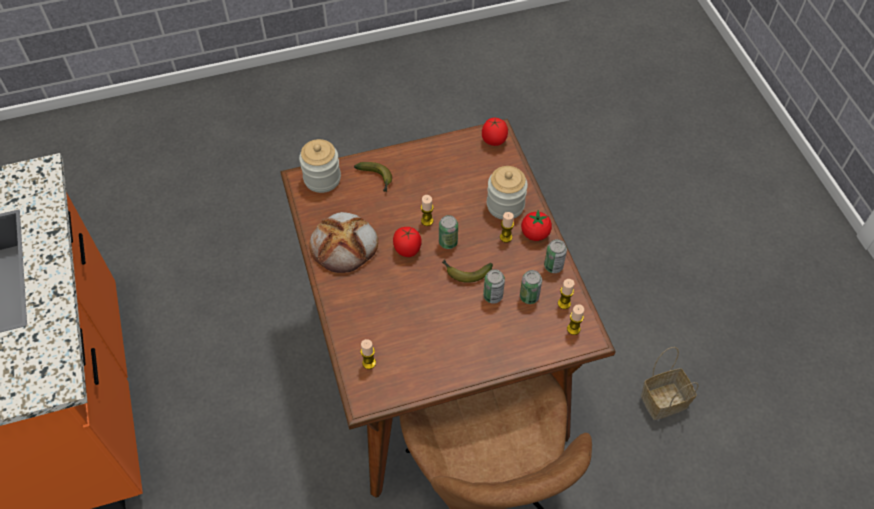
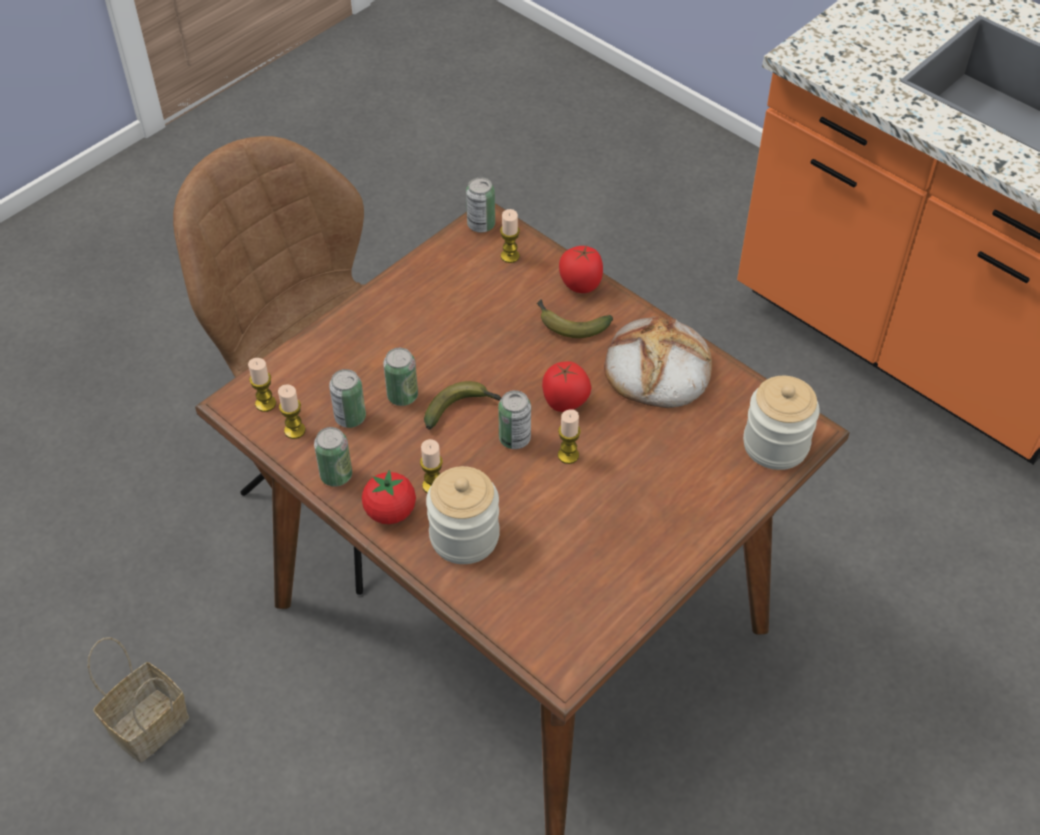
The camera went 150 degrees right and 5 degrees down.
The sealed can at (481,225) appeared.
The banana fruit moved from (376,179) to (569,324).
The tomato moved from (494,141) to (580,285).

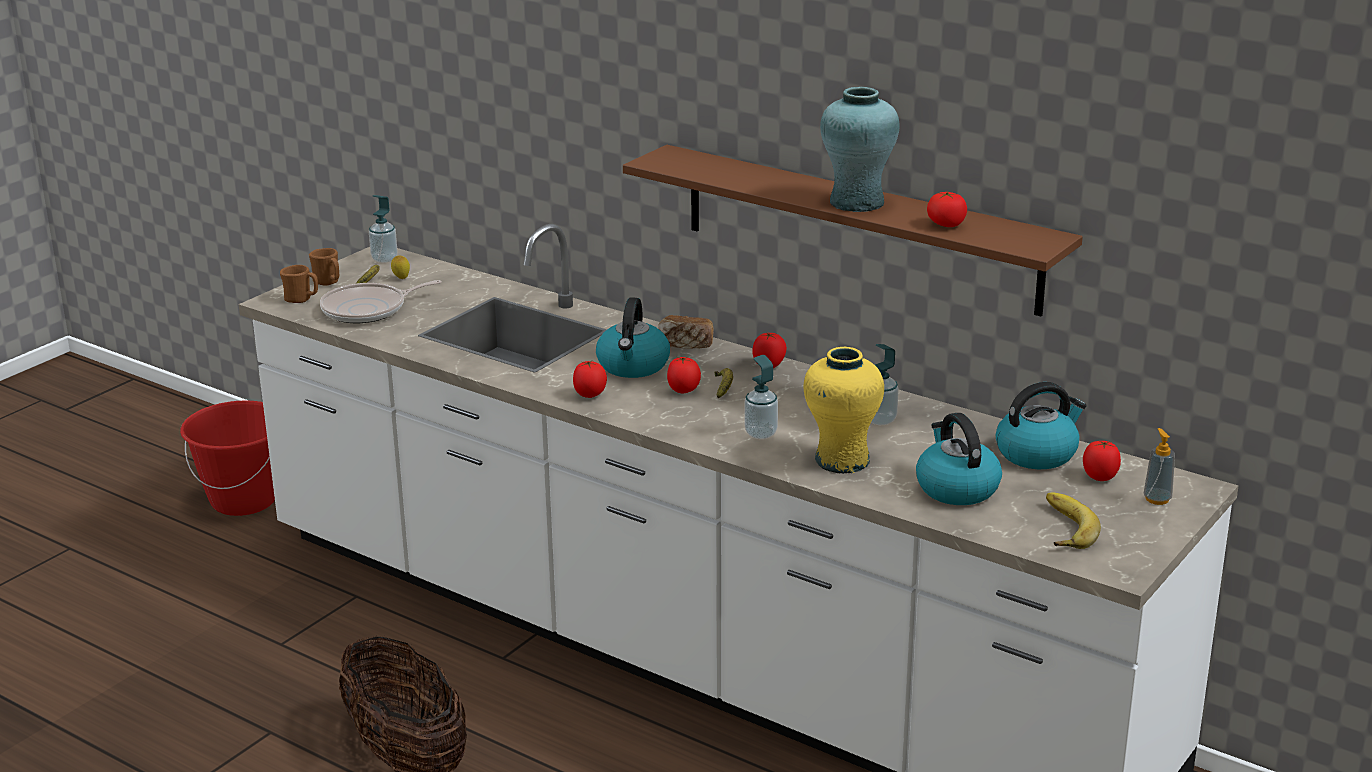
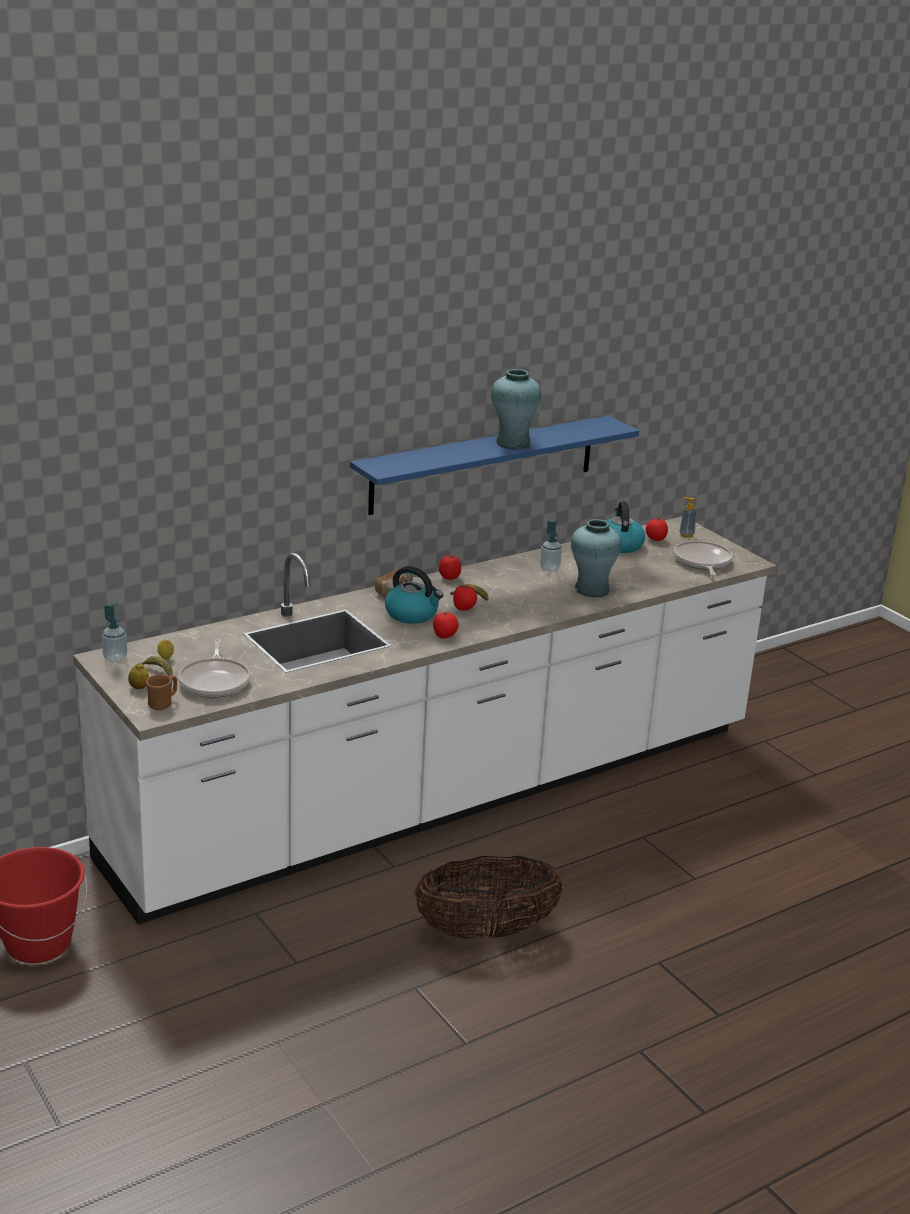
The camera went 70 degrees left and 0 degrees up.
The brown tea mug at (328,282) was replaced by the lemon at (139,687).
The brown wall shelf at (859,228) became the bluish wall shelf at (484,464).
The yellow-coloured decorative vase at (842,460) became the turquoise decorative vase at (592,590).
The banana fruit at (1062,527) was replaced by the frying pan at (702,562).
The soap dispenser at (761,433) disappeared.
The water kettle at (956,488) disappeared.
The tomato at (946,224) disappeared.

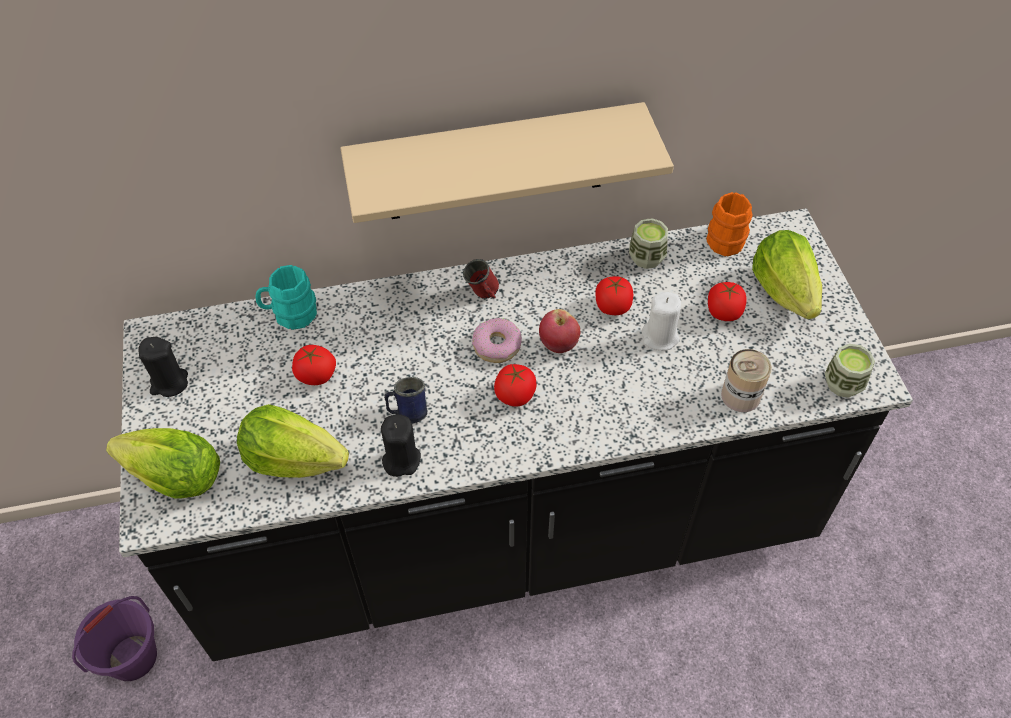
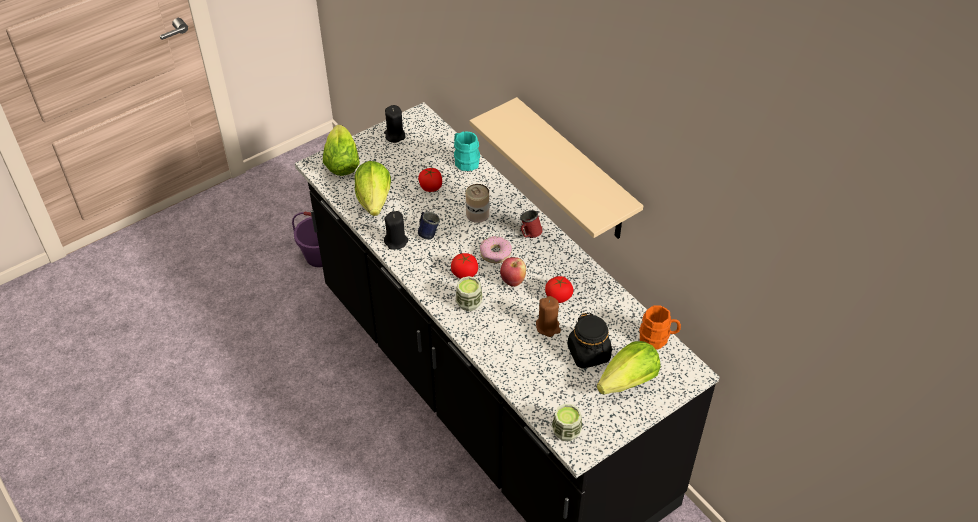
The camera went 65 degrees right and 5 degrees down.
The drinking cup moved from (646,257) to (469,303).
The sealed can moved from (740,396) to (477,214).
The white-coloured wax light at (660,337) became the brown wax light at (548,327).
The tomato at (723,312) was replaced by the blackish jar at (589,353).

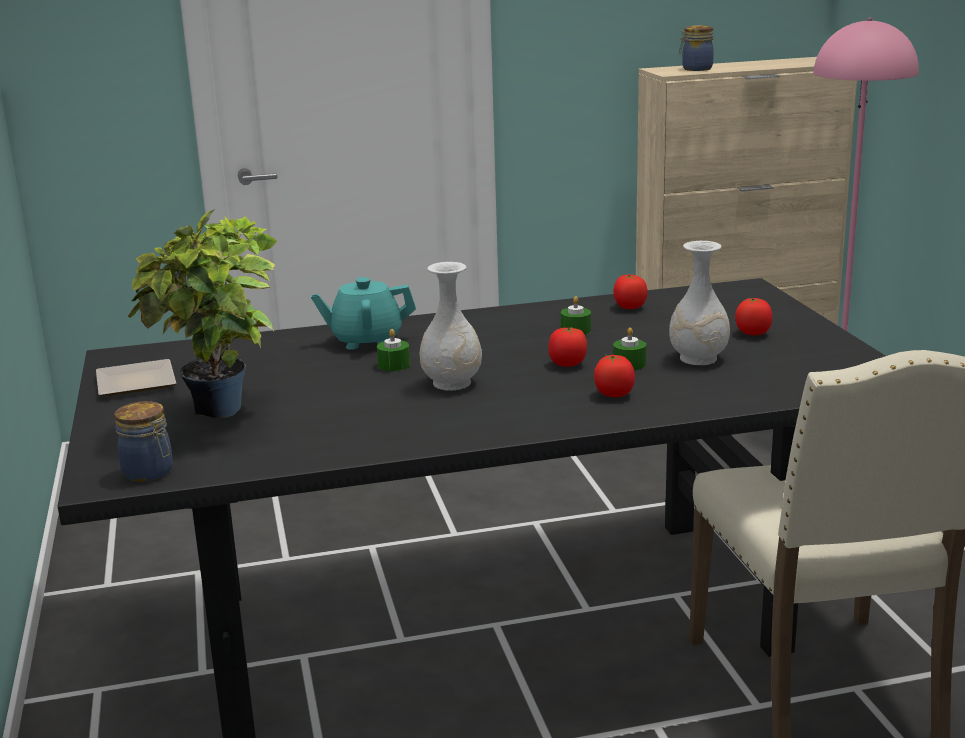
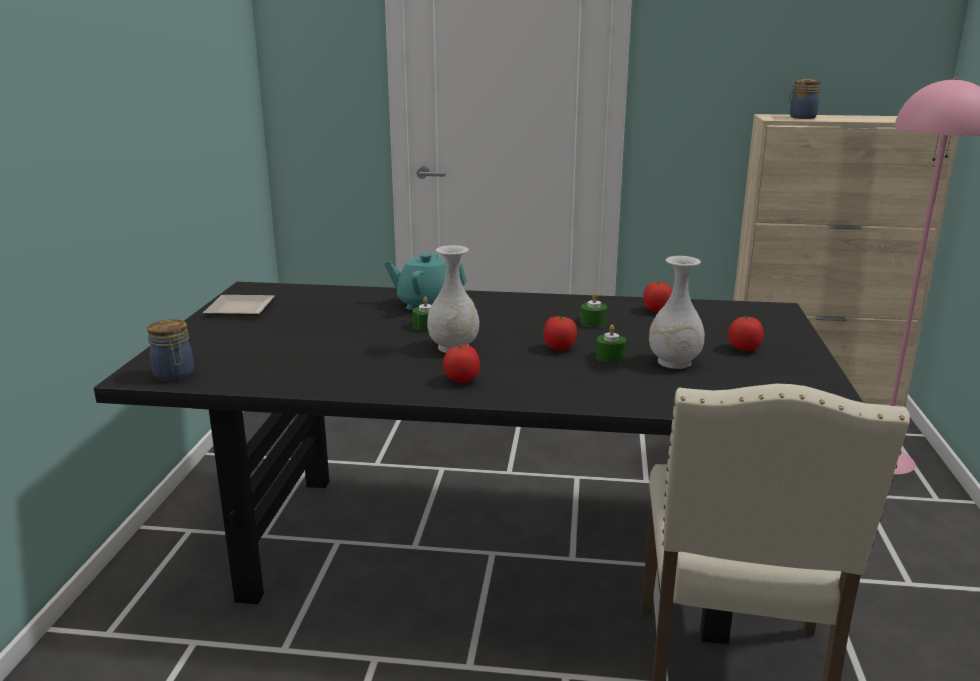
The camera went 20 degrees right and 0 degrees up.
The tomato moved from (613,394) to (462,380).
The potted plant at (224,414) disappeared.

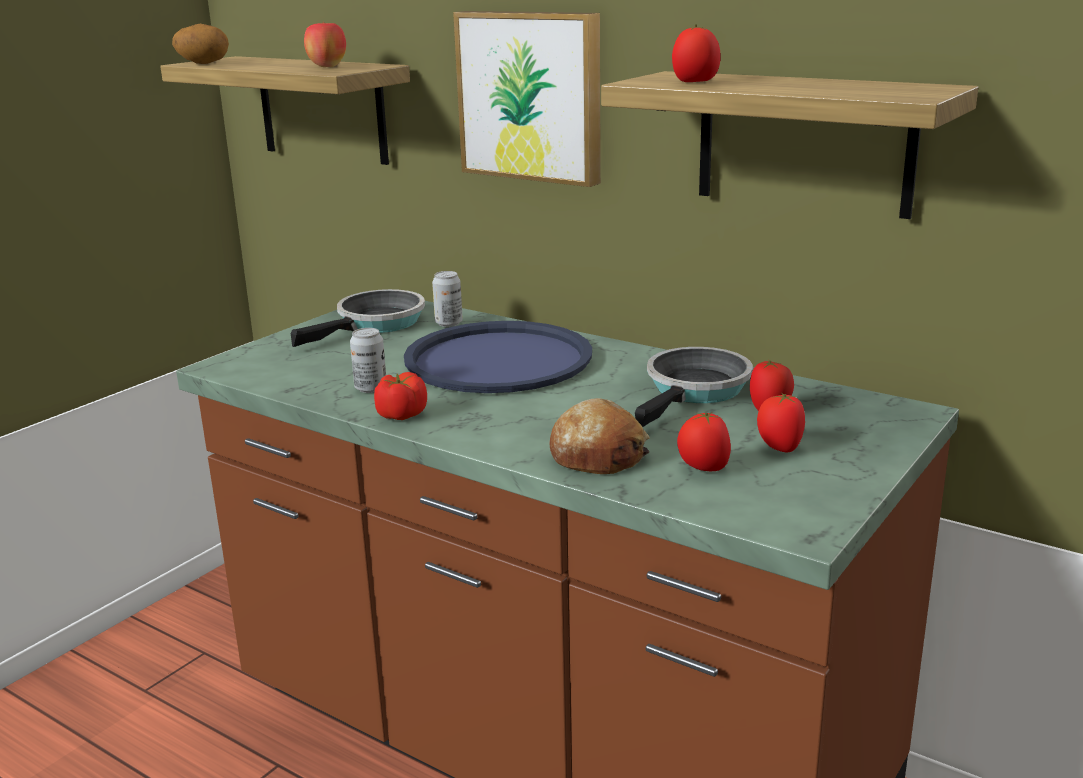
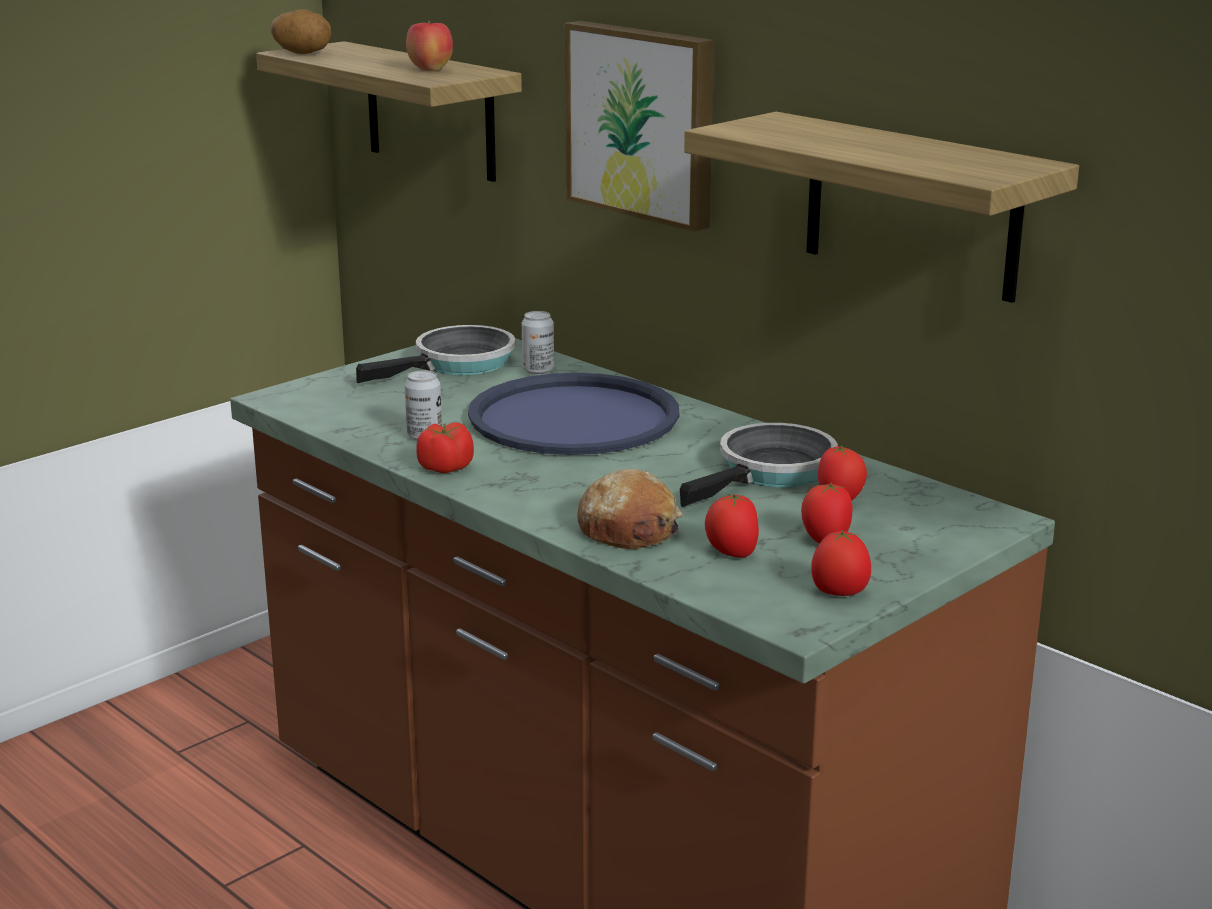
The camera went 10 degrees right and 0 degrees up.
The tomato moved from (695,82) to (839,593).

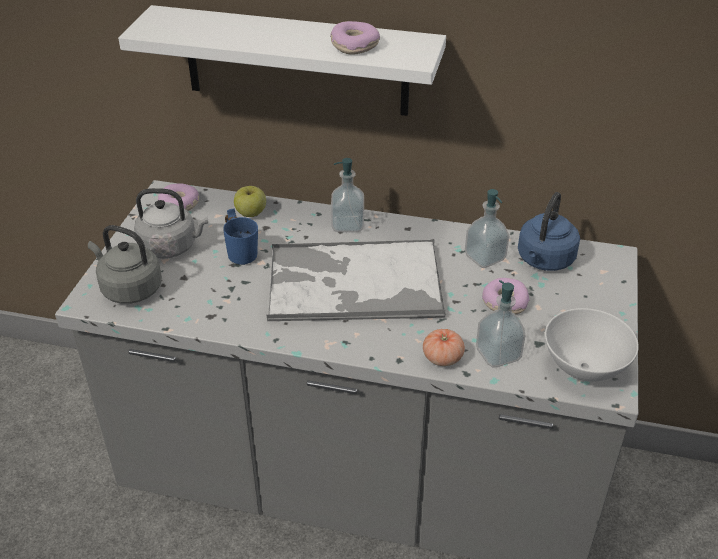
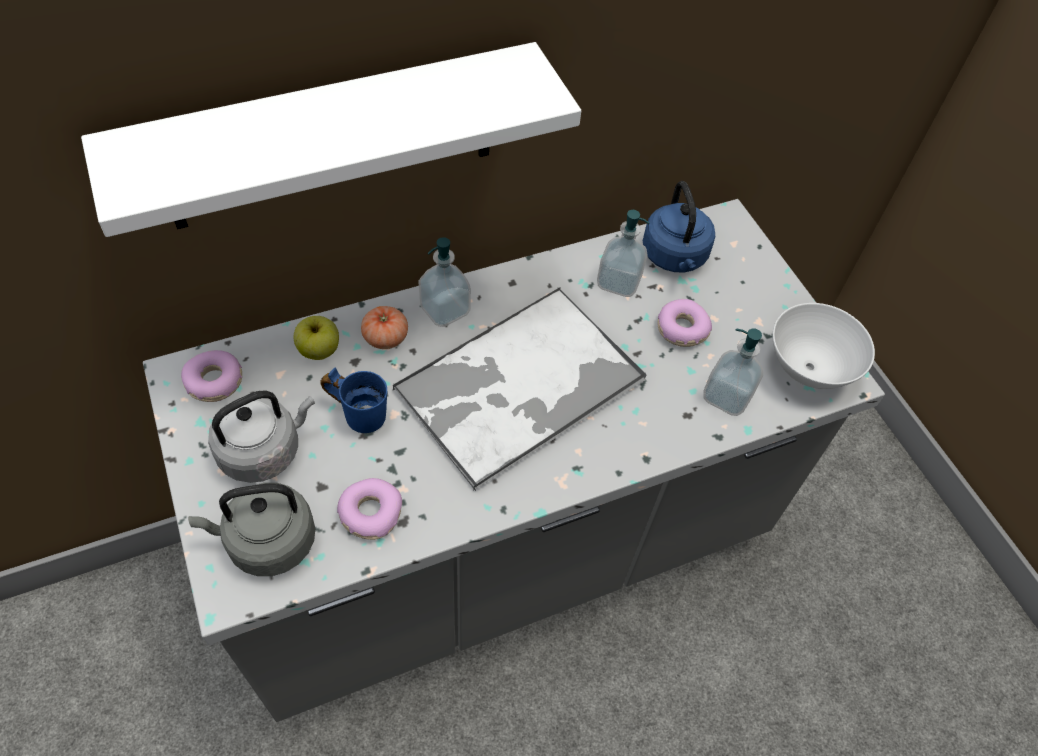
The camera went 40 degrees left and 15 degrees up.
The doughnut moved from (354,45) to (370,513).
The tomato moved from (442,358) to (385,337).

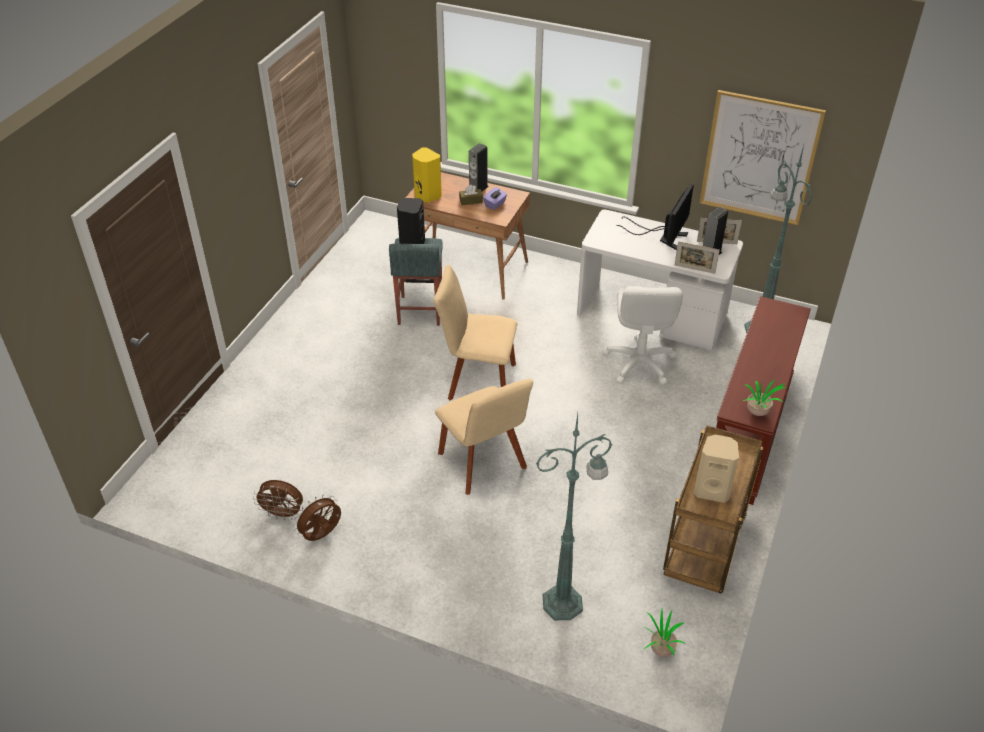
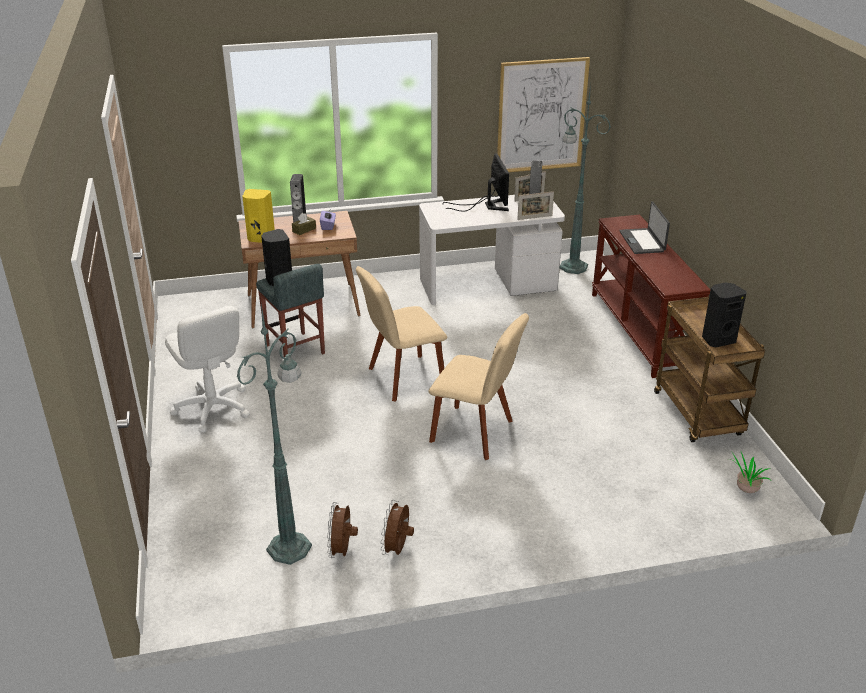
The camera went 35 degrees left and 10 degrees down.
The white-coloured desk chair moved from (639,363) to (212,408).
The green standard lamp moved from (564,602) to (291,546).
The brown cooling fan at (283,514) turned 120 degrees clockwise.
The laptop at (642,241) appeared.
The sand-coloured speaker at (712,490) became the blackish speaker at (717,339).
The potted plant at (759,413) disappeared.

